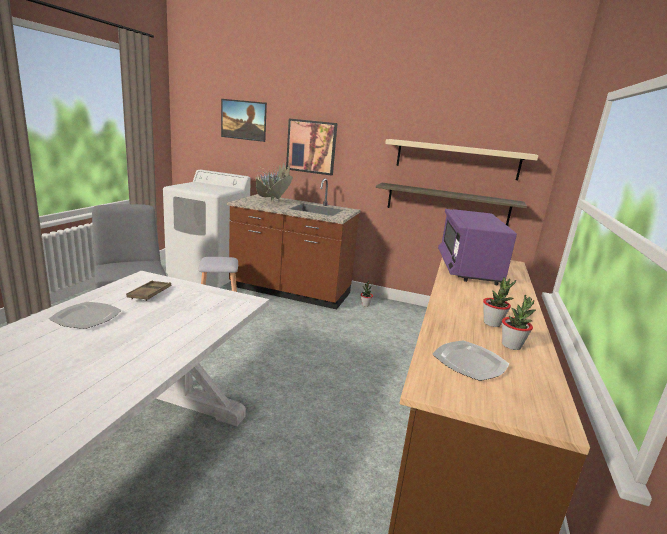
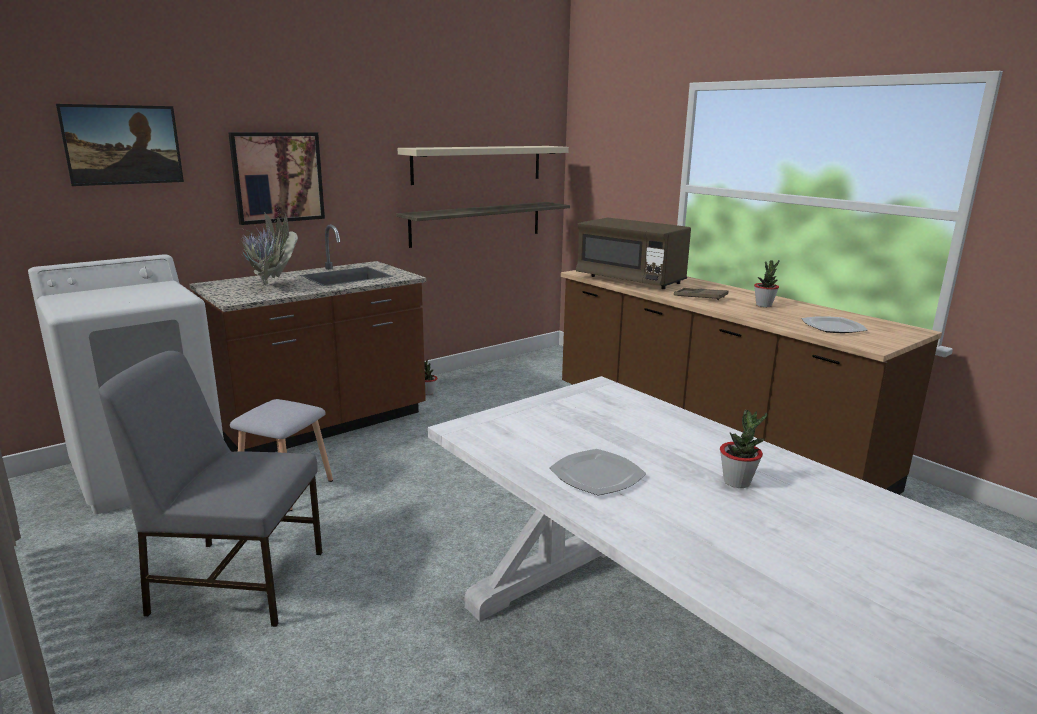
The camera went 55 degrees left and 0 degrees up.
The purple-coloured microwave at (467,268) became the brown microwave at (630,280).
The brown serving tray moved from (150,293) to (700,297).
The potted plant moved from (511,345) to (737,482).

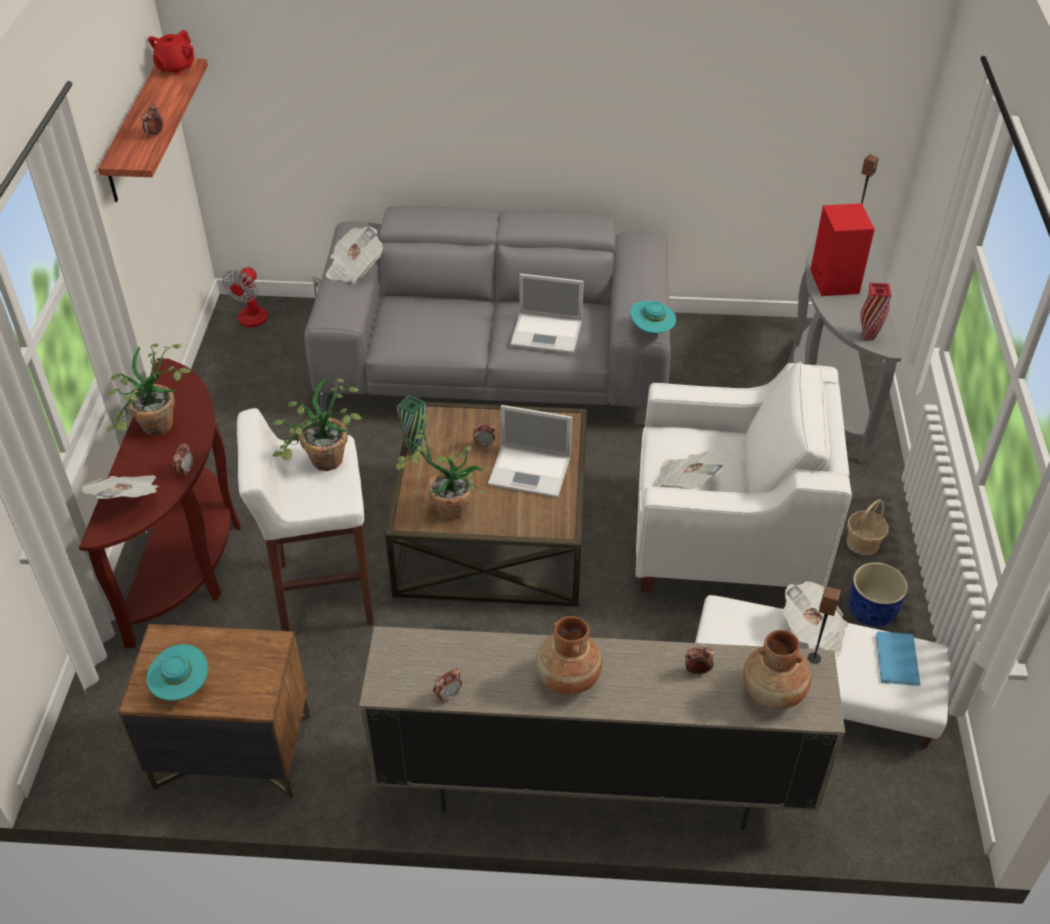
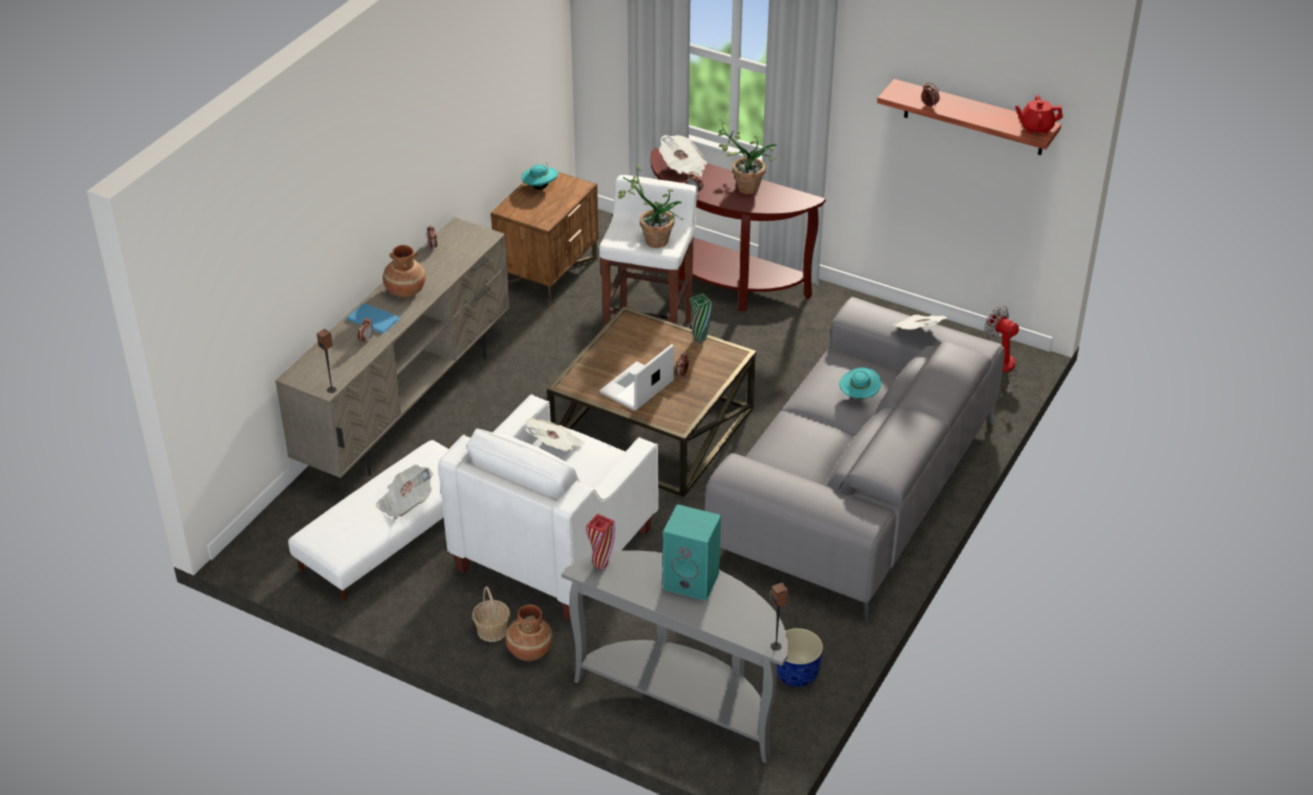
The camera went 115 degrees right and 5 degrees down.
The bluish volume moved from (895,660) to (373,318).
The brown decorative vase moved from (773,693) to (529,651).
The red-coloured speaker at (833,281) became the turquoise speaker at (692,581).
The bluish plant pot moved from (870,611) to (797,673).
The turquoise hat moved from (651,330) to (859,395).
The red-coloured tea pot at (175,68) turned 45 degrees counterclockwise.
The potted plant at (445,505) disappeared.
The laptop at (548,333) disappeared.

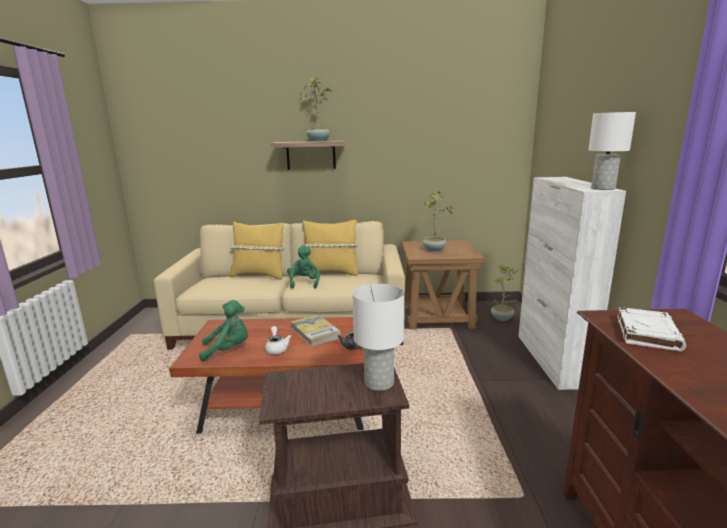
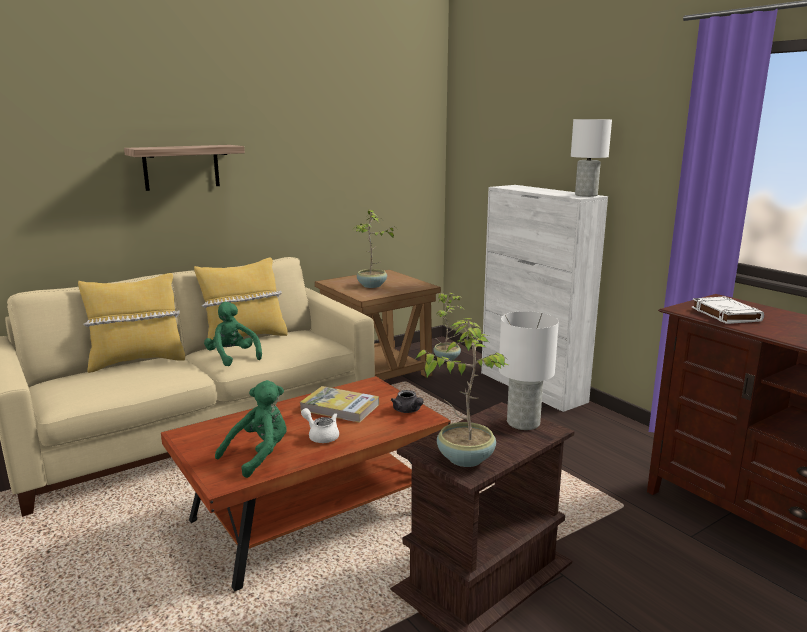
The camera went 35 degrees left and 0 degrees up.
The potted plant moved from (318,141) to (464,458).

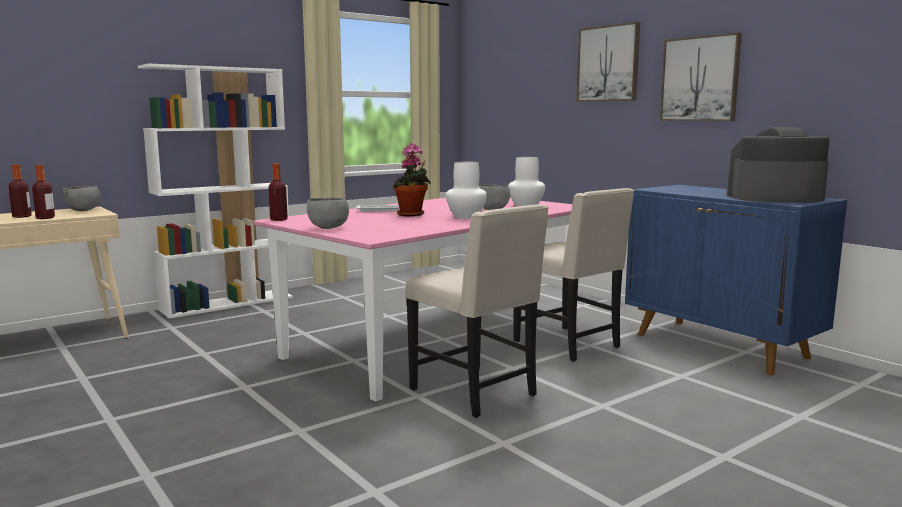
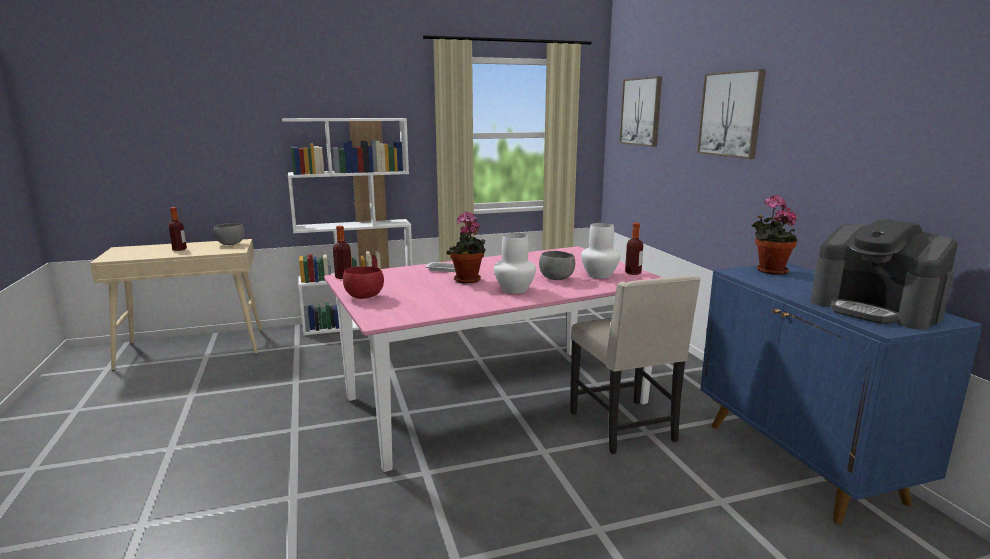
The camera went 20 degrees right and 5 degrees up.
The grey bowl at (327,228) became the red-coloured bowl at (363,297).
The wall picture moved from (700,79) to (641,111).
The beverage bottle moved from (45,218) to (633,273).
The potted plant at (769,271) appeared.
The coffee maker at (774,198) turned 150 degrees counterclockwise.
The sand-coloured plain chair at (476,393) disappeared.

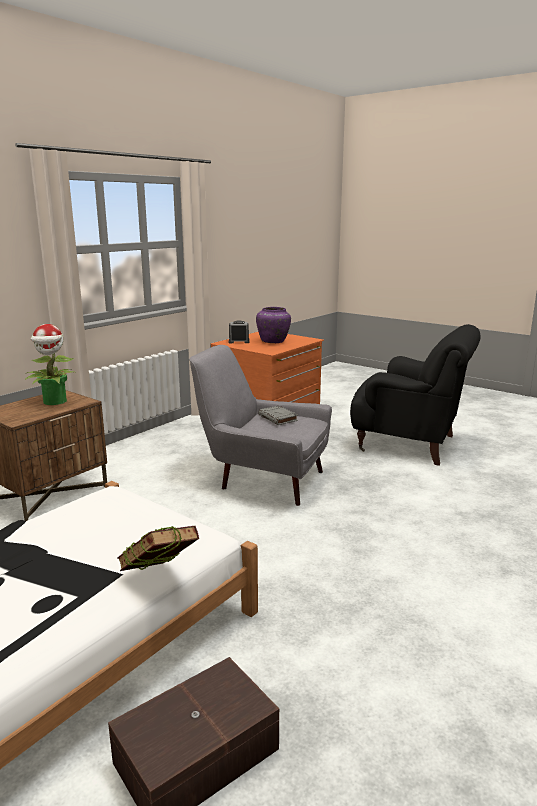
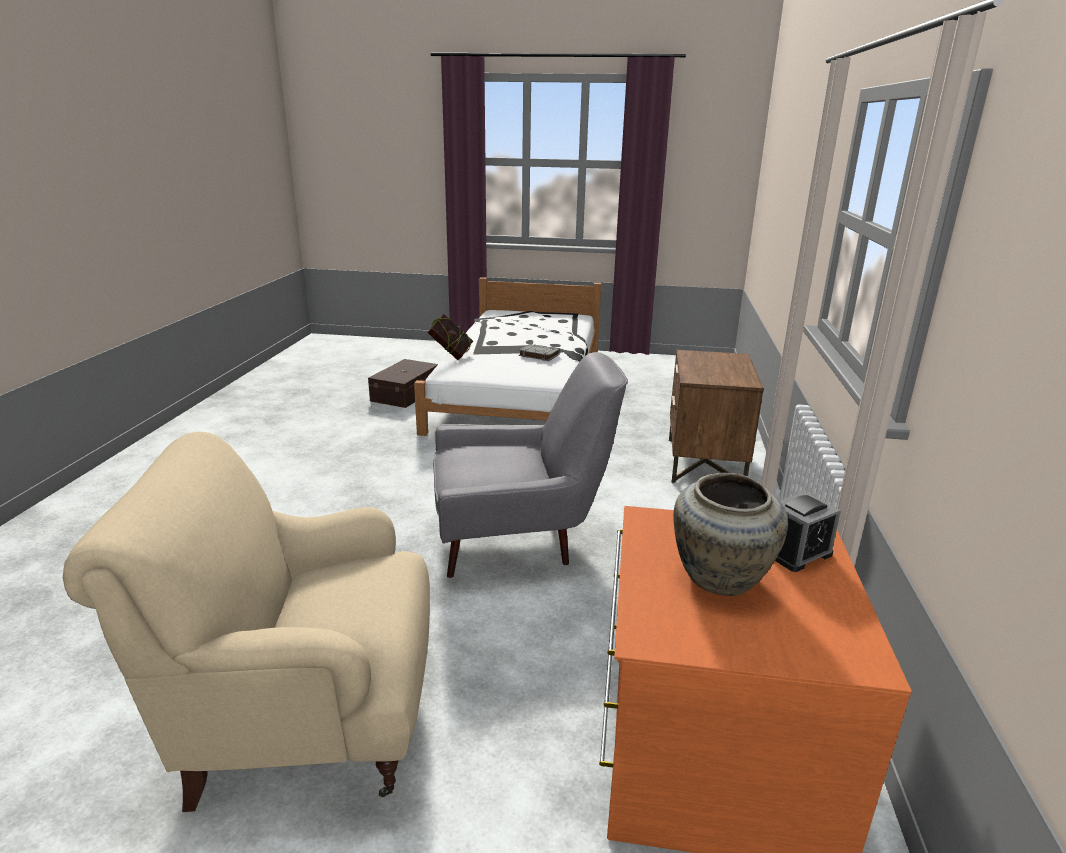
The camera went 150 degrees right and 5 degrees up.
The blackish armchair at (409,444) became the sand-coloured armchair at (306,720).
The grey volume moved from (278,418) to (538,355).
The purple-coloured decorative vase at (273,342) became the sand-coloured decorative vase at (719,579).
The potted plant at (55,401) disappeared.

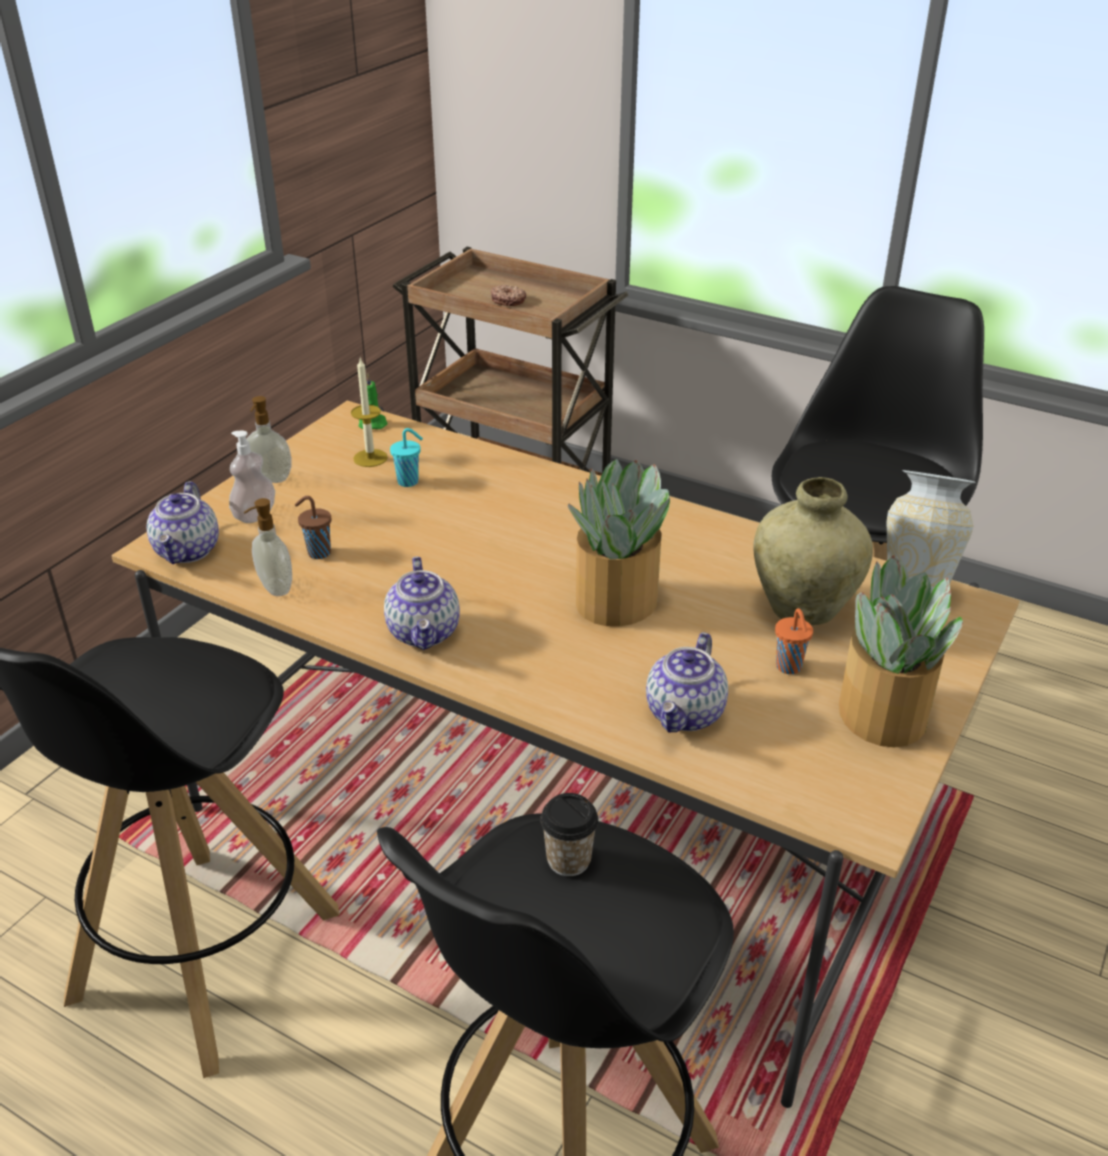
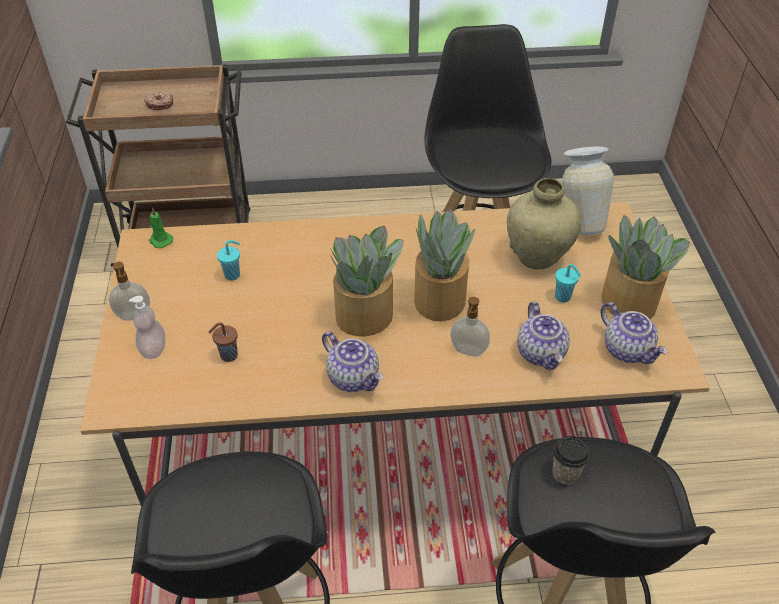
The camera went 35 degrees left and 10 degrees up.
The potted plant at (365,316) appeared.
The soap dispenser moved from (274,588) to (468,351).
The orange drinking cup at (789,668) became the turquoise drinking cup at (563,297).
The tea pot moved from (188,551) to (628,350).
The wax light at (370,458) disappeared.

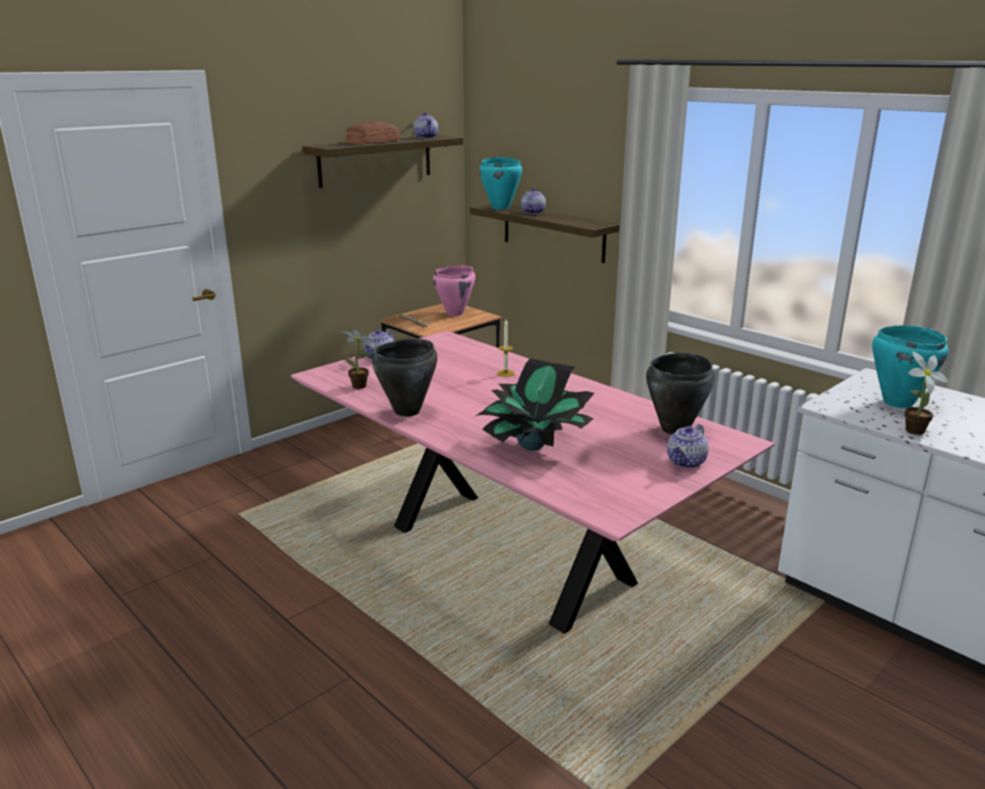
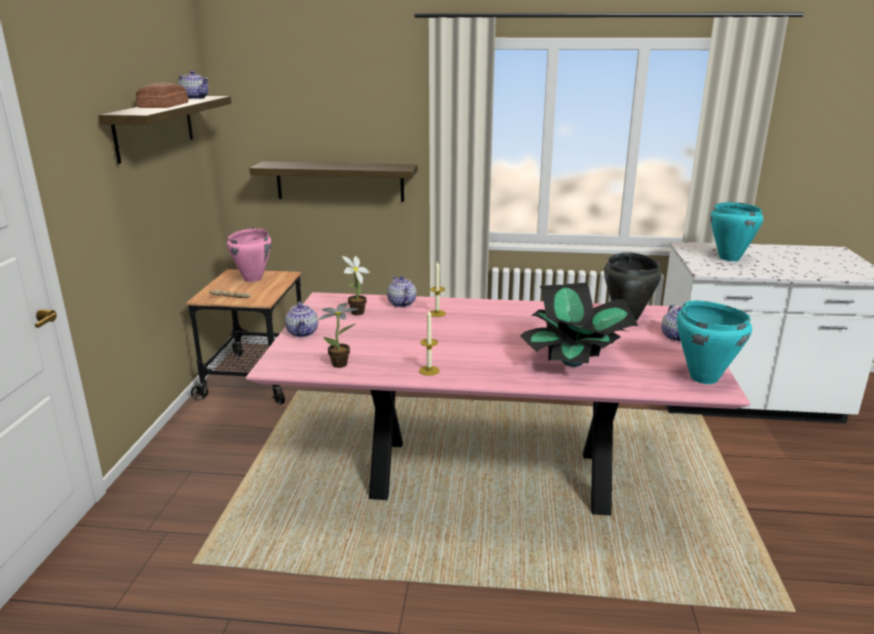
The camera went 40 degrees left and 0 degrees up.
The potted plant moved from (911,431) to (355,313).
The tea pot moved from (532,212) to (401,303).
The blackish saucepot at (408,411) was replaced by the wax light at (429,370).
The turquoise saucepot moved from (501,208) to (703,377).

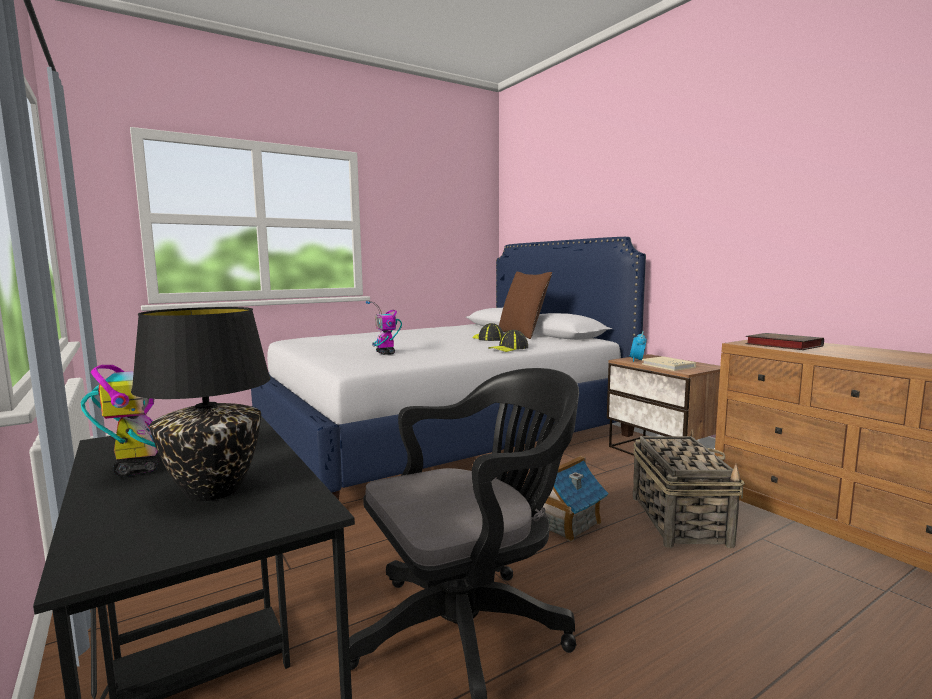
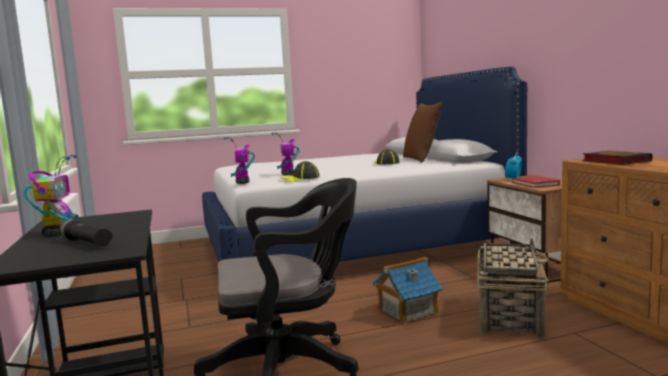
The camera went 15 degrees right and 0 degrees up.
The blackish tabletop lamp at (214,491) was replaced by the blackish torch at (86,243).
The toy robot at (242,183) appeared.
The cap moved from (508,348) to (300,178).
The sand-coloured volume at (668,366) became the red-coloured volume at (535,184).

